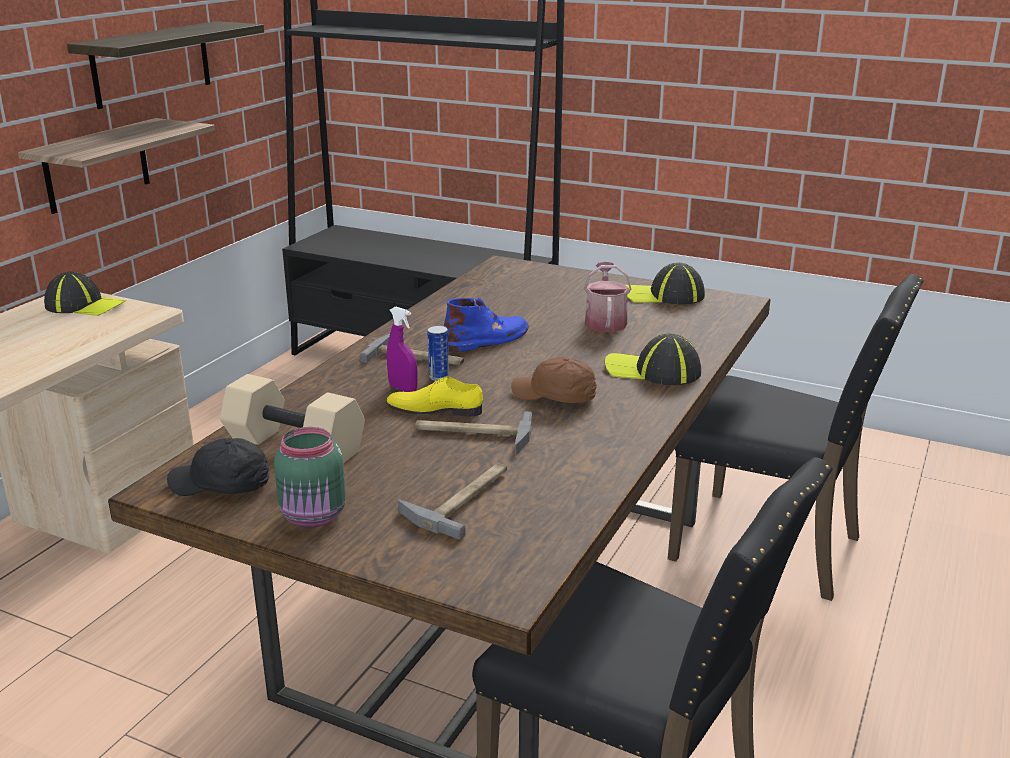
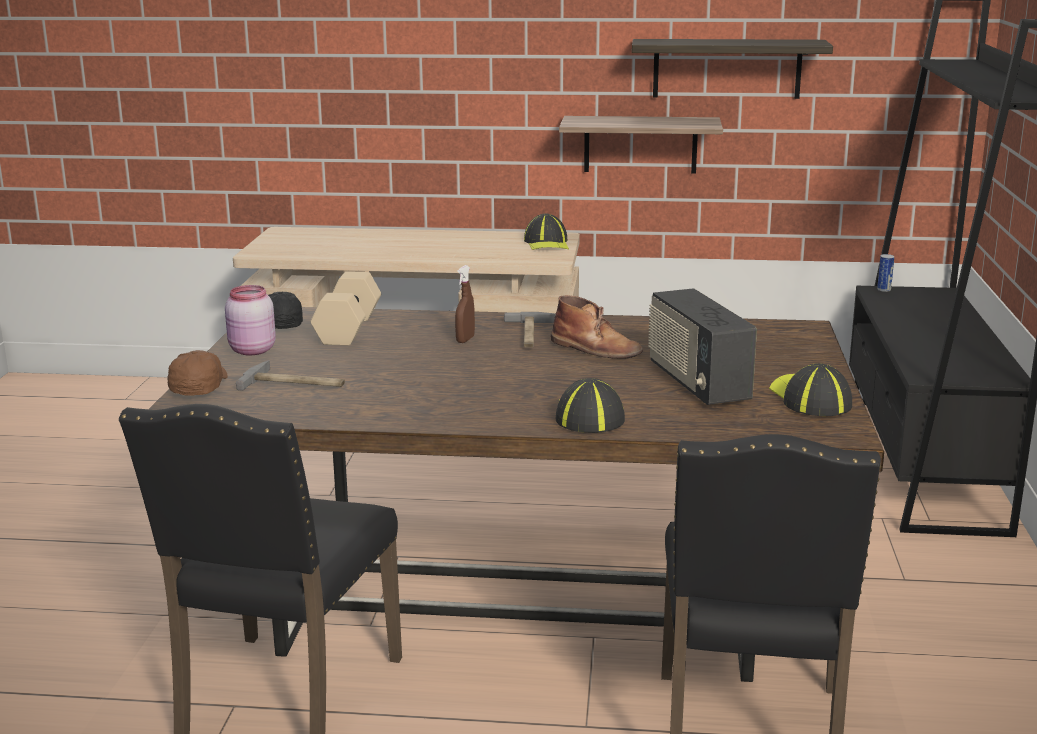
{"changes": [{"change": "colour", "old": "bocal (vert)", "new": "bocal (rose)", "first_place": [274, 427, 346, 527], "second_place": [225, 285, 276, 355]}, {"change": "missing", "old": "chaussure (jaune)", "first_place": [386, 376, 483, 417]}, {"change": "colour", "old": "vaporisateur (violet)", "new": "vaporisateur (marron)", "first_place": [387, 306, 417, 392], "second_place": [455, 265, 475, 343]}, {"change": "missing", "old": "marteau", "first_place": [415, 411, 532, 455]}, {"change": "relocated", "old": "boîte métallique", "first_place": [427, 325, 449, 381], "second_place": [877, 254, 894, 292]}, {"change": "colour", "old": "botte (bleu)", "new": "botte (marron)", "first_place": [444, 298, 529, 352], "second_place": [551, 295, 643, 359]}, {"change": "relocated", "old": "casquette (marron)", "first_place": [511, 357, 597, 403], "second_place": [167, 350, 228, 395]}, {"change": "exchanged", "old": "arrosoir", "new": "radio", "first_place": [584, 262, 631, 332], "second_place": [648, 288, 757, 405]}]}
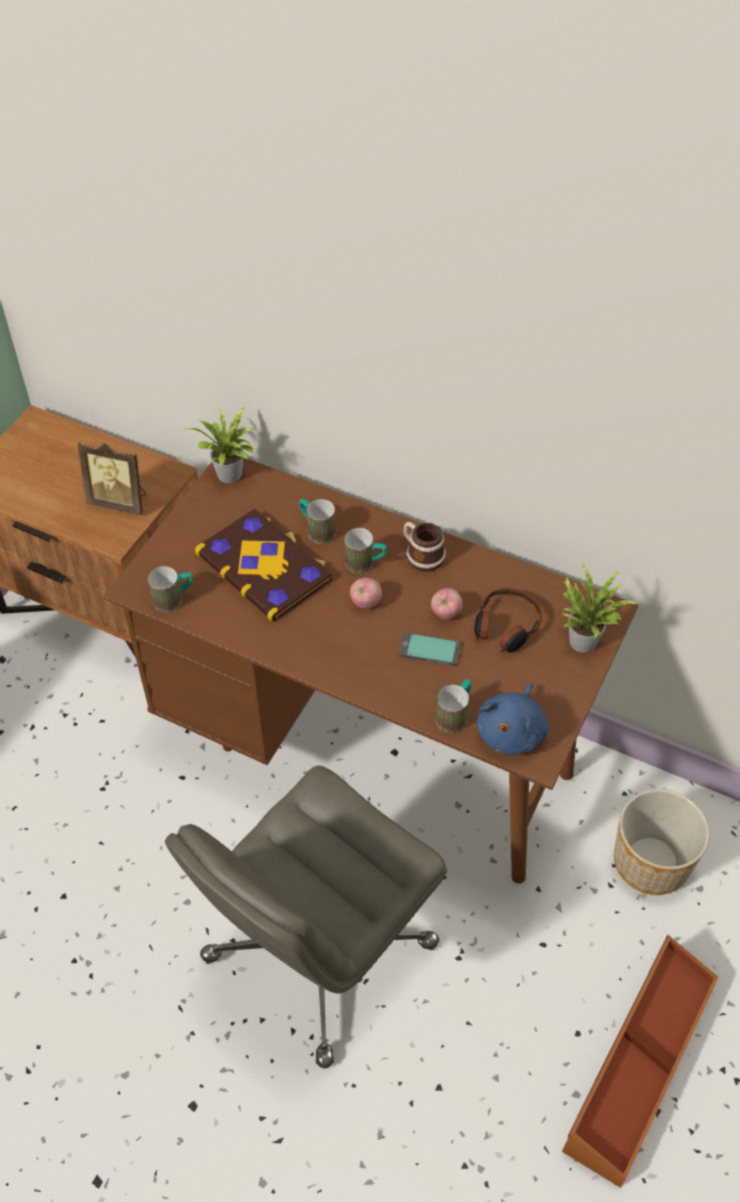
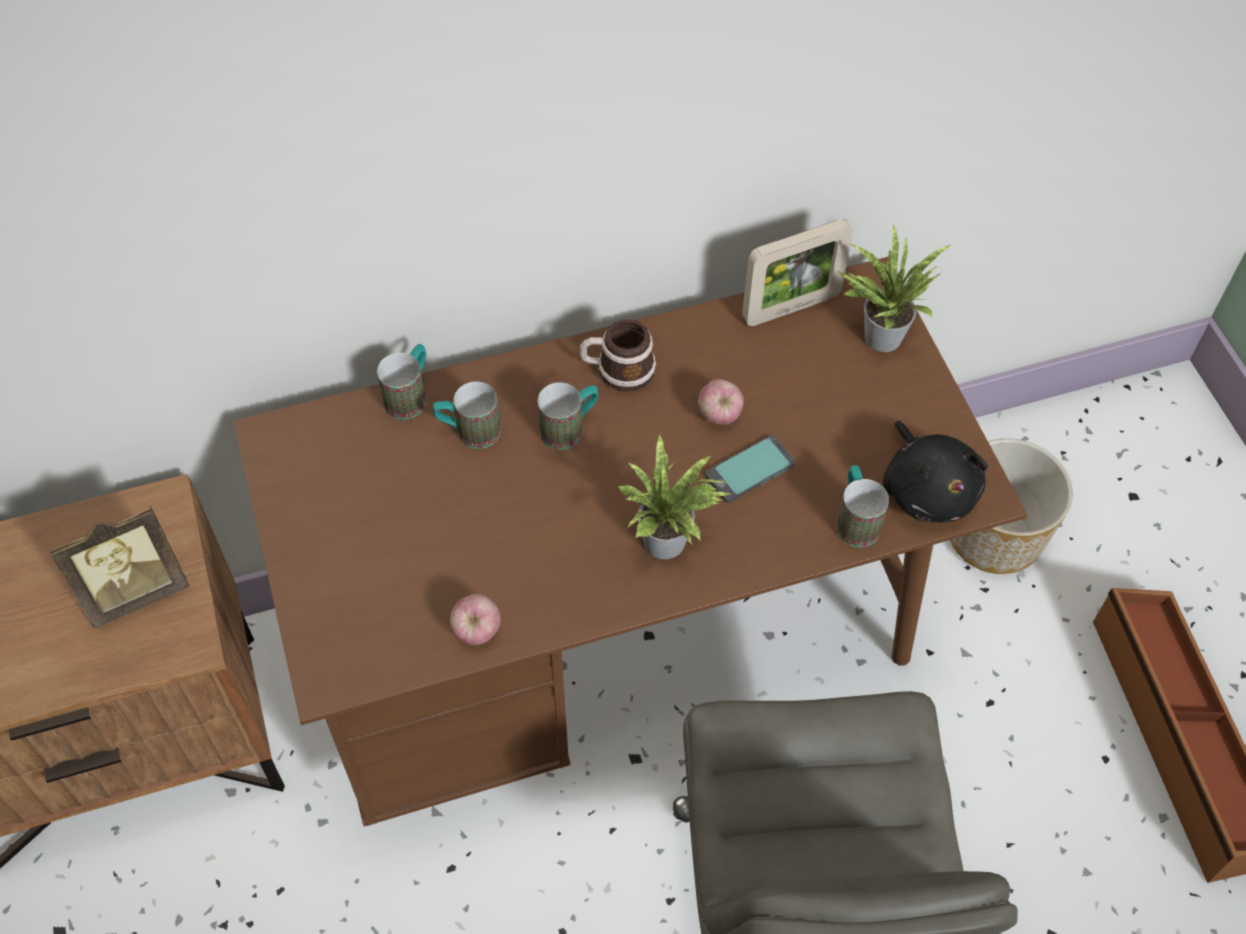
{"changes": [{"change": "relocated", "old": "mug", "first_place": [148, 566, 193, 612], "second_place": [377, 344, 426, 420]}, {"change": "relocated", "old": "plante en pot", "first_place": [185, 407, 255, 483], "second_place": [618, 434, 730, 559]}, {"change": "missing", "old": "livre", "first_place": [195, 508, 332, 622]}, {"change": "relocated", "old": "pomme", "first_place": [350, 577, 382, 608], "second_place": [450, 594, 501, 645]}, {"change": "missing", "old": "casque audio", "first_place": [474, 588, 542, 653]}, {"change": "colour", "old": "peluche (bleu)", "new": "peluche (noir)", "first_place": [476, 684, 549, 755], "second_place": [883, 421, 988, 522]}, {"change": "appeared", "new": "cadre photo", "second_place": [742, 219, 853, 326]}]}
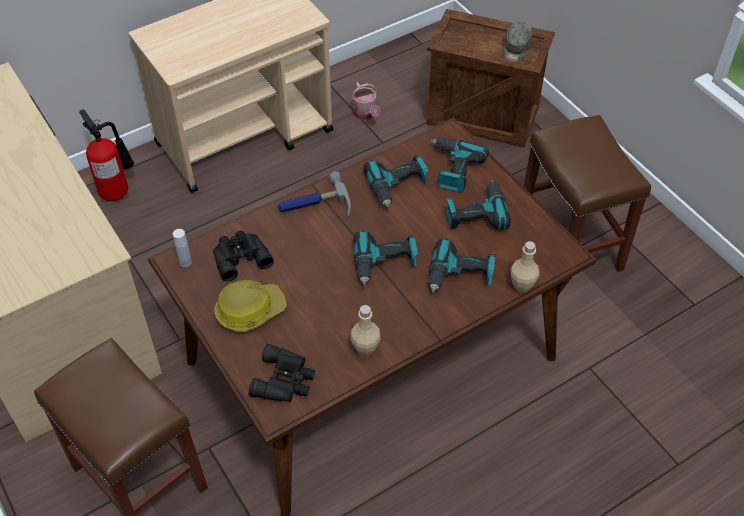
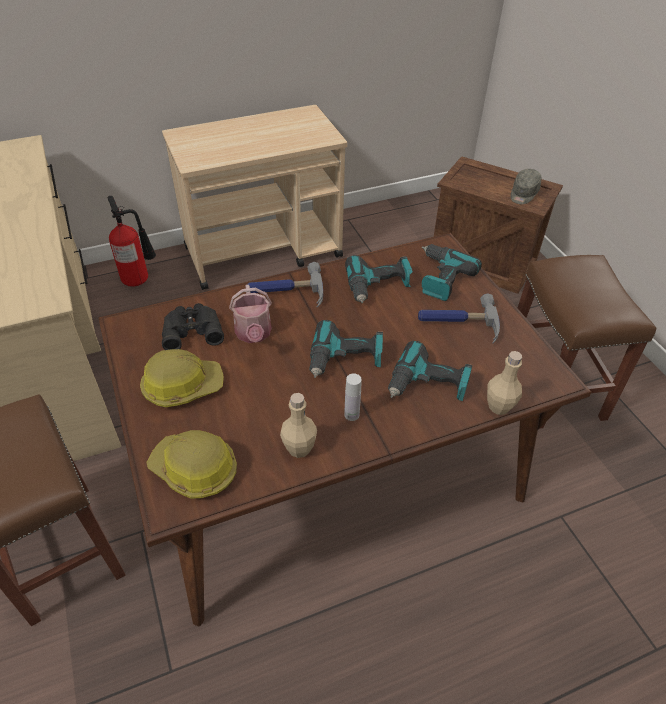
{"changes": [{"change": "relocated", "old": "bouteille (blanc)", "first_place": [173, 229, 192, 267], "second_place": [344, 373, 362, 421]}, {"change": "exchanged", "old": "jumelles (noir)", "new": "casque de chantier", "first_place": [249, 344, 315, 402], "second_place": [146, 430, 237, 499]}, {"change": "relocated", "old": "arrosoir", "first_place": [352, 82, 380, 120], "second_place": [229, 285, 272, 343]}, {"change": "exchanged", "old": "perceuse", "new": "marteau", "first_place": [445, 180, 511, 230], "second_place": [418, 293, 500, 343]}]}
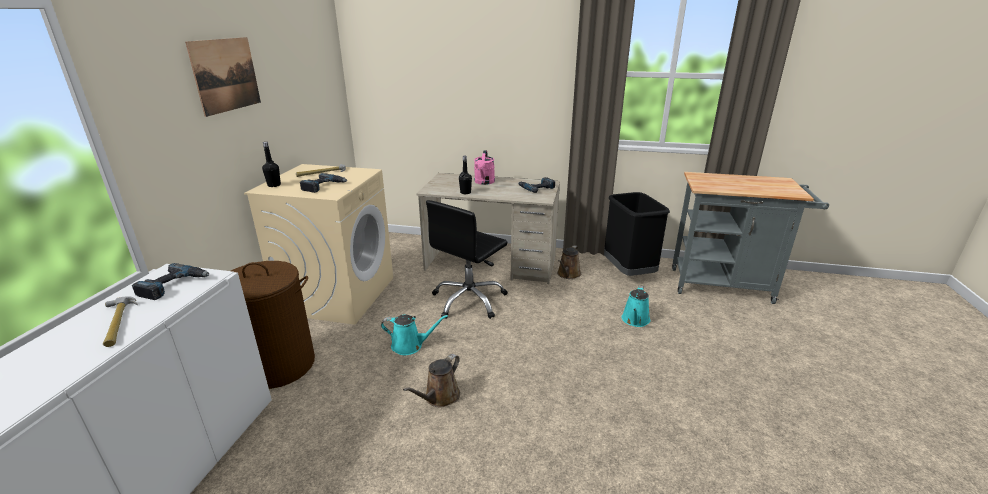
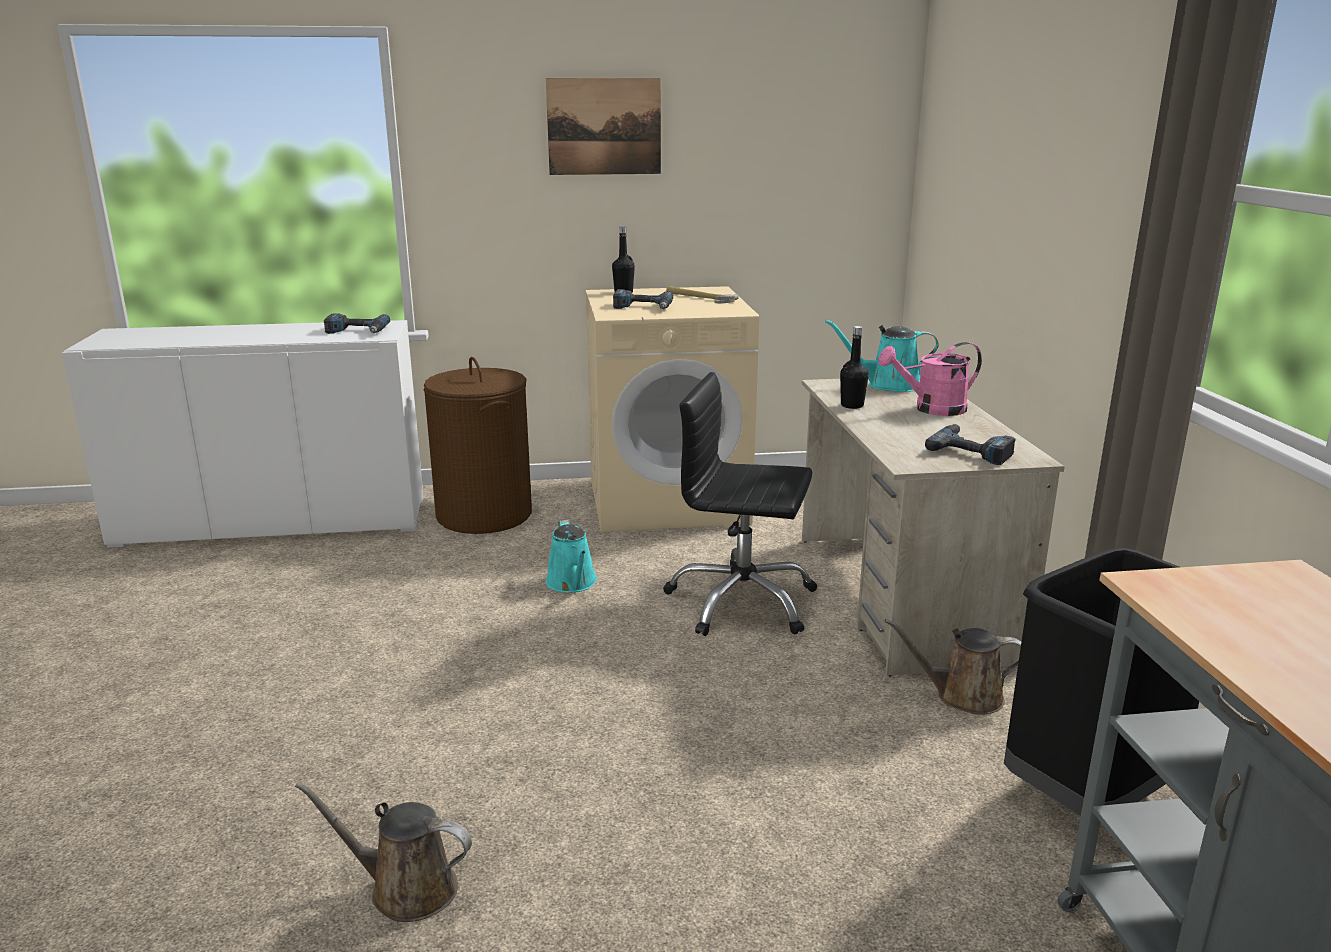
{"changes": [{"change": "missing", "old": "marteau", "first_place": [103, 296, 138, 347]}, {"change": "relocated", "old": "arrosoir (marron)", "first_place": [403, 354, 460, 408], "second_place": [295, 782, 472, 922]}, {"change": "relocated", "old": "arrosoir (turquoise)", "first_place": [622, 286, 651, 327], "second_place": [825, 320, 939, 392]}]}
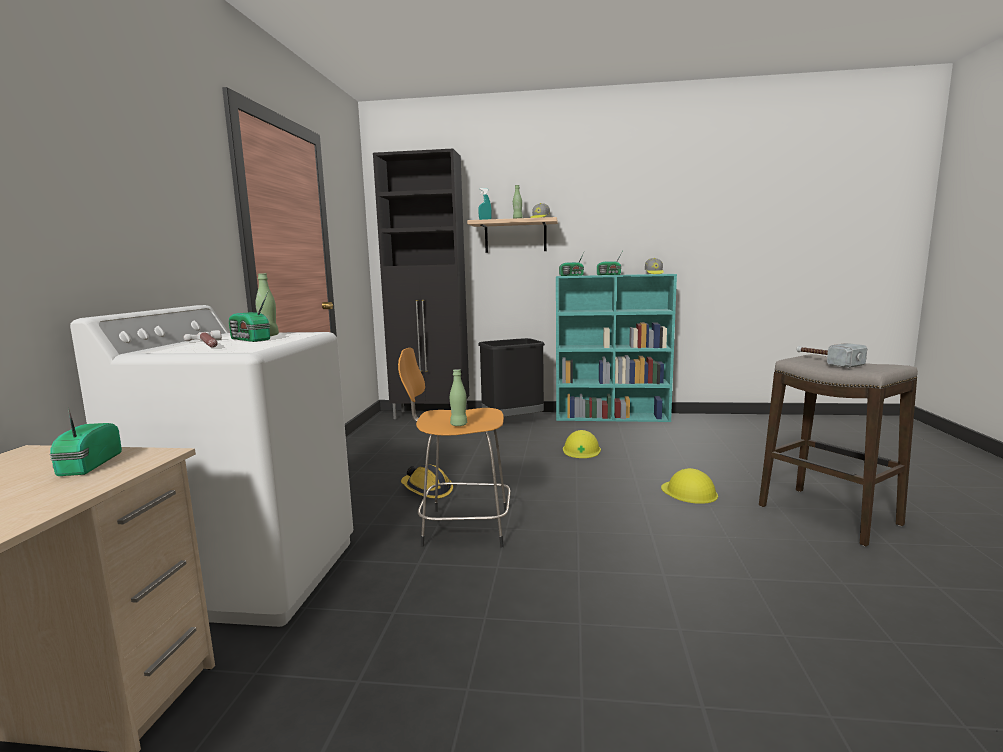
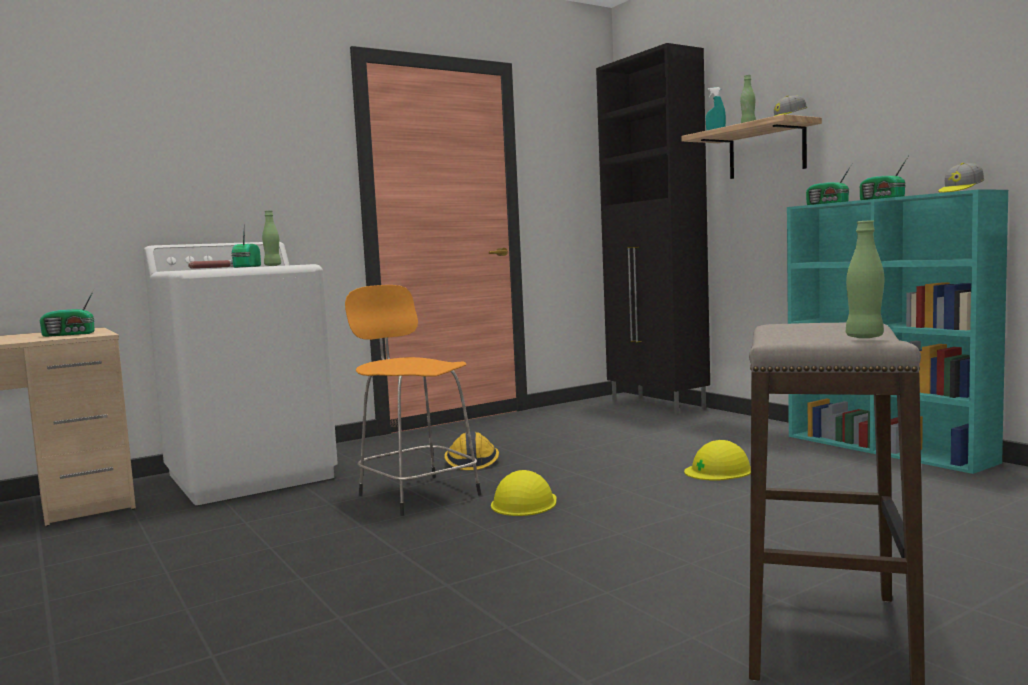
{"changes": [{"change": "spun", "old": "radio", "first_place": [49, 407, 122, 476], "second_place": [40, 289, 95, 337], "degrees": -150}, {"change": "relocated", "old": "bouteille (vert)", "first_place": [450, 369, 467, 426], "second_place": [846, 220, 884, 338]}, {"change": "missing", "old": "poubelle (noir)", "first_place": [478, 338, 545, 417]}, {"change": "relocated", "old": "casque de chantier (jaune)", "first_place": [661, 468, 718, 504], "second_place": [491, 470, 557, 516]}, {"change": "missing", "old": "marteau", "first_place": [796, 343, 867, 368]}]}
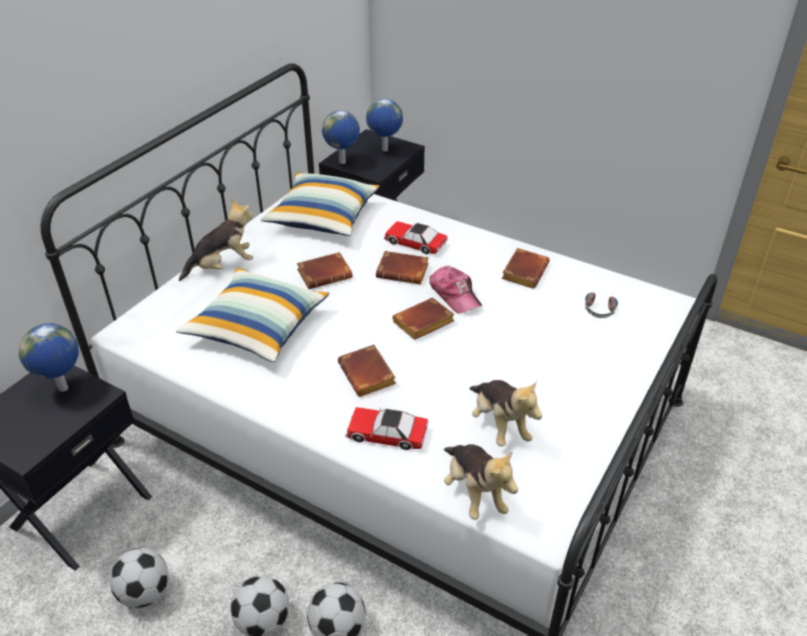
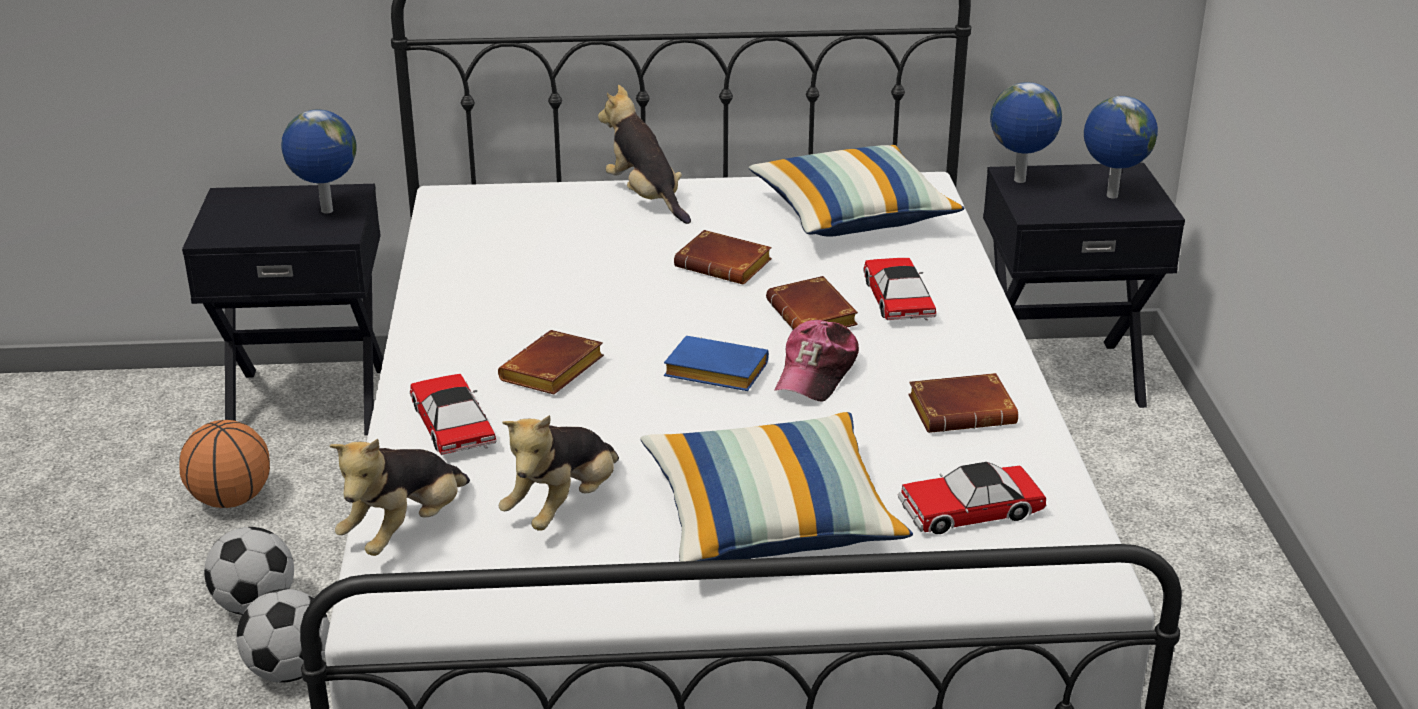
{"changes": [{"change": "exchanged", "old": "ballon de foot", "new": "ballon de basket", "first_place": [110, 548, 169, 608], "second_place": [179, 420, 270, 508]}, {"change": "relocated", "old": "coussin", "first_place": [176, 267, 329, 362], "second_place": [640, 412, 913, 562]}, {"change": "spun", "old": "peluche", "first_place": [179, 199, 253, 281], "second_place": [598, 85, 691, 224], "degrees": -150}, {"change": "colour", "old": "livre (marron)", "new": "livre (bleu)", "first_place": [393, 298, 455, 340], "second_place": [664, 336, 769, 391]}, {"change": "exchanged", "old": "casque audio", "new": "petite voiture", "first_place": [585, 292, 618, 318], "second_place": [898, 462, 1047, 534]}]}
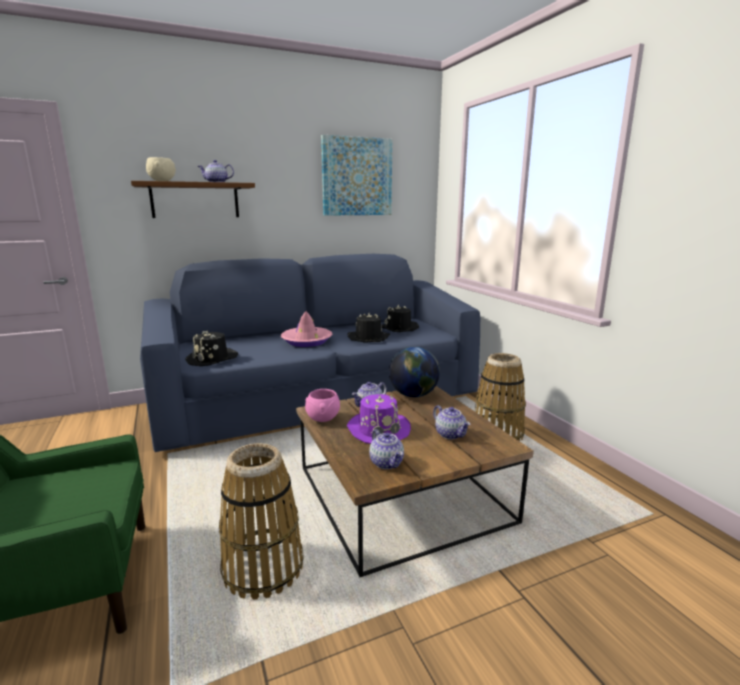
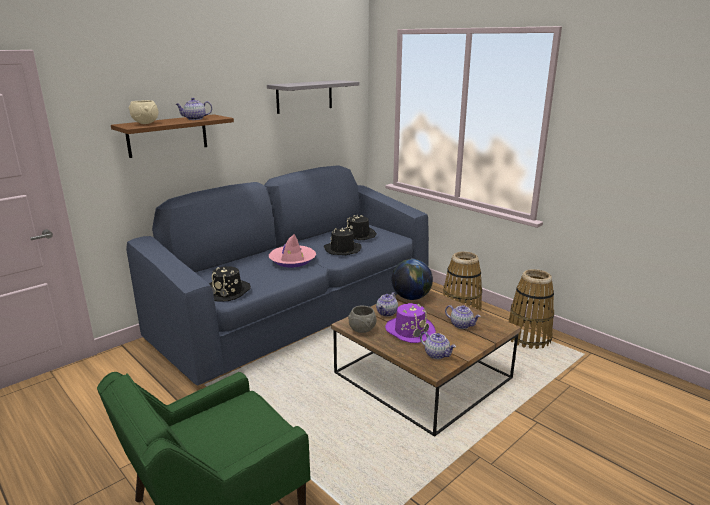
{"changes": [{"change": "relocated", "old": "panier", "first_place": [219, 443, 304, 600], "second_place": [509, 269, 554, 349]}, {"change": "colour", "old": "bol (rose)", "new": "bol (gris)", "first_place": [305, 389, 340, 422], "second_place": [348, 306, 377, 333]}, {"change": "exchanged", "old": "tableau", "new": "étagère (gris)", "first_place": [321, 135, 392, 216], "second_place": [267, 80, 360, 114]}]}
